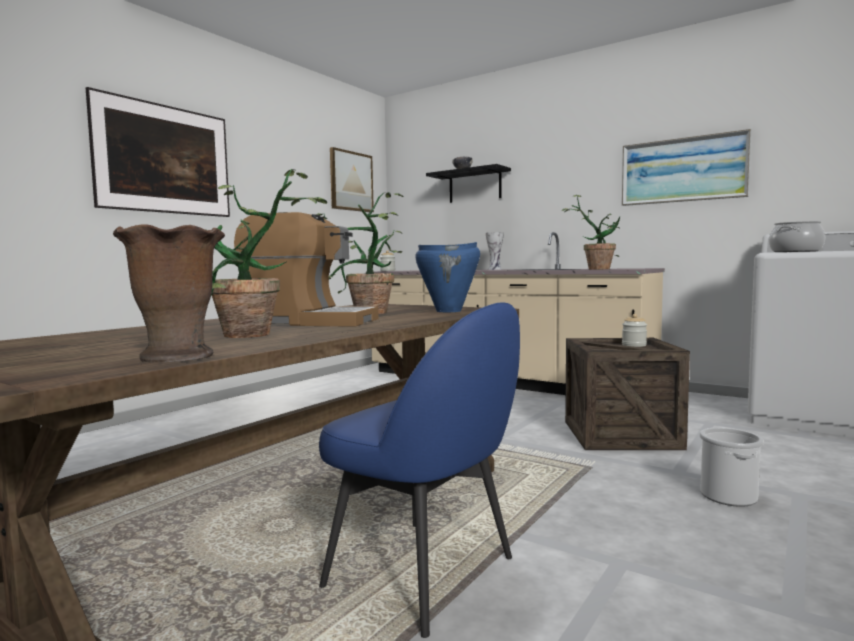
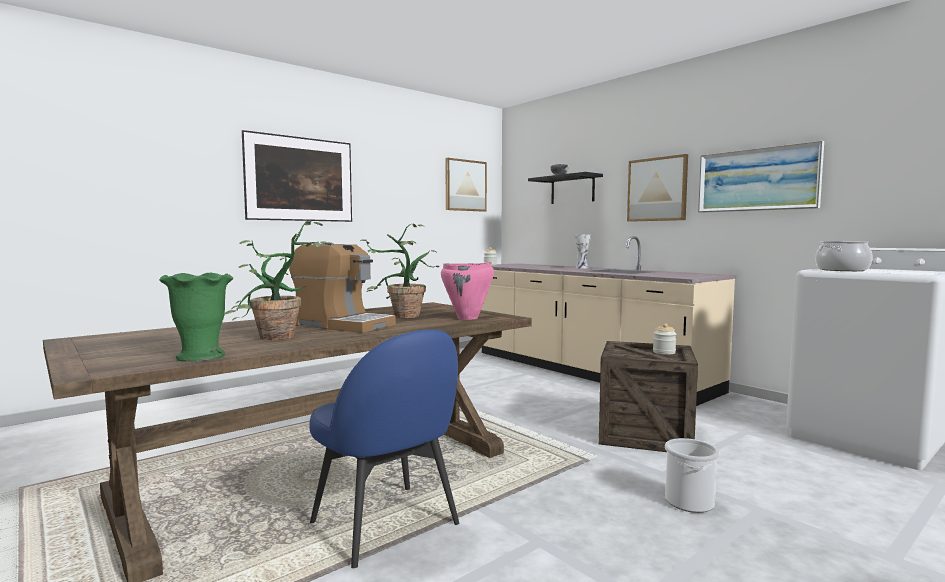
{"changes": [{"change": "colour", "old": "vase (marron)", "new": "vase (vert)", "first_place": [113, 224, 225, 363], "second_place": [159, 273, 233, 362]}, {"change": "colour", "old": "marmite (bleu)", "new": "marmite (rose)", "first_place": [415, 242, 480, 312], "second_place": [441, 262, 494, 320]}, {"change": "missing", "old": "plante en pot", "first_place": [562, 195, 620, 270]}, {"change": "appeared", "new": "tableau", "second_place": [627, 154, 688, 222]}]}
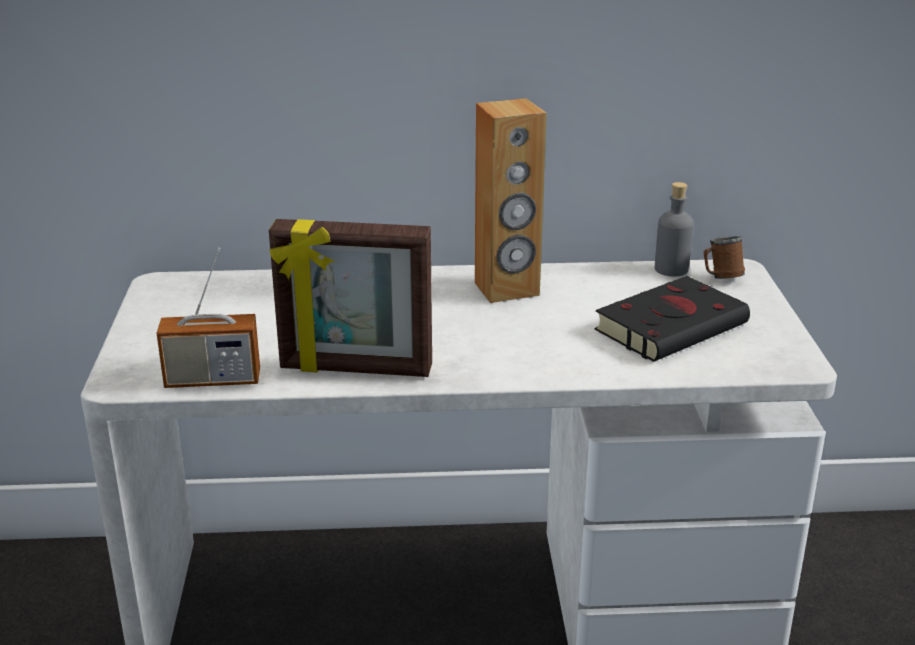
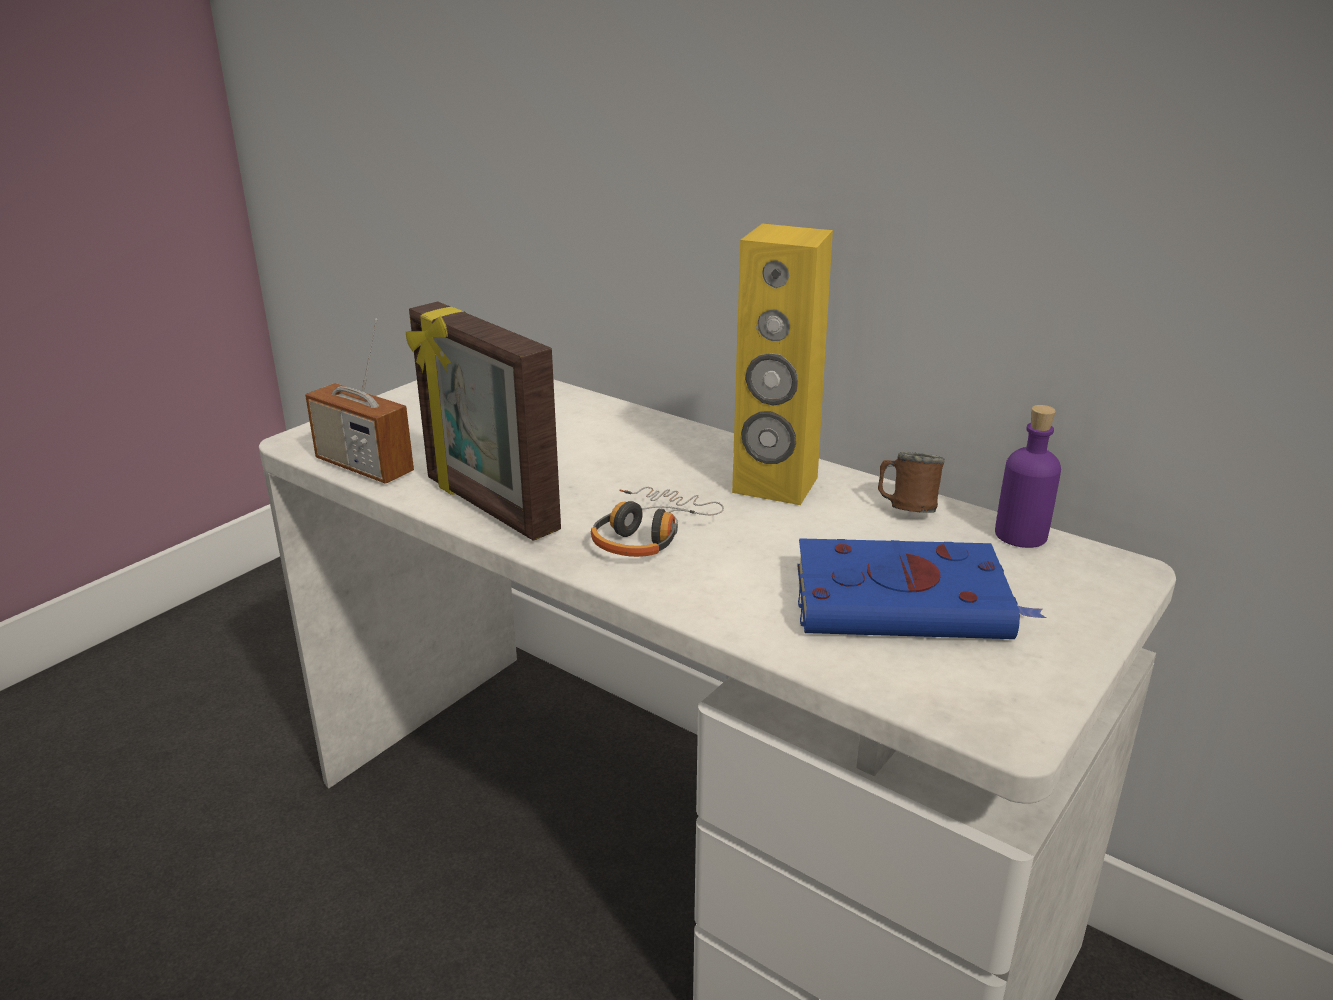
{"changes": [{"change": "colour", "old": "enceinte (marron)", "new": "enceinte (jaune)", "first_place": [475, 98, 547, 303], "second_place": [732, 224, 833, 505]}, {"change": "colour", "old": "livre (noir)", "new": "livre (bleu)", "first_place": [595, 276, 750, 362], "second_place": [797, 538, 1046, 639]}, {"change": "colour", "old": "bouteille (gris)", "new": "bouteille (violet)", "first_place": [655, 182, 693, 277], "second_place": [995, 405, 1061, 548]}, {"change": "relocated", "old": "mug (marron)", "first_place": [703, 236, 745, 279], "second_place": [878, 452, 945, 513]}, {"change": "appeared", "new": "casque audio", "second_place": [591, 487, 724, 557]}]}
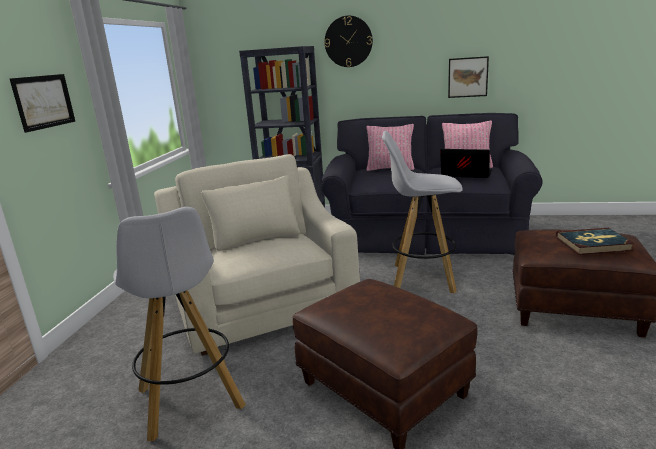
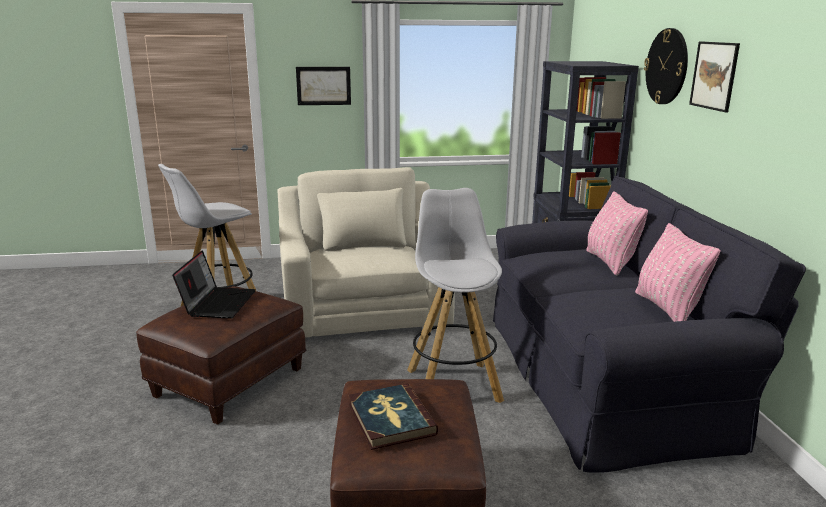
{"changes": [{"change": "spun", "old": "fauteuil (beige)", "first_place": [154, 154, 360, 356], "second_place": [278, 167, 455, 338], "degrees": -60}, {"change": "relocated", "old": "ordinateur portable", "first_place": [440, 149, 492, 178], "second_place": [172, 250, 256, 319]}, {"change": "relocated", "old": "tableau", "first_place": [448, 56, 489, 98], "second_place": [689, 41, 740, 112]}]}
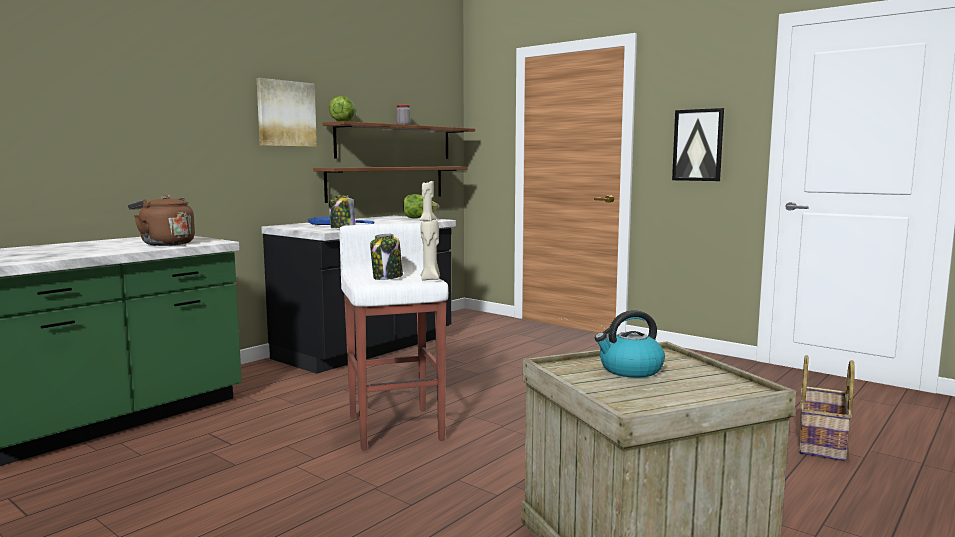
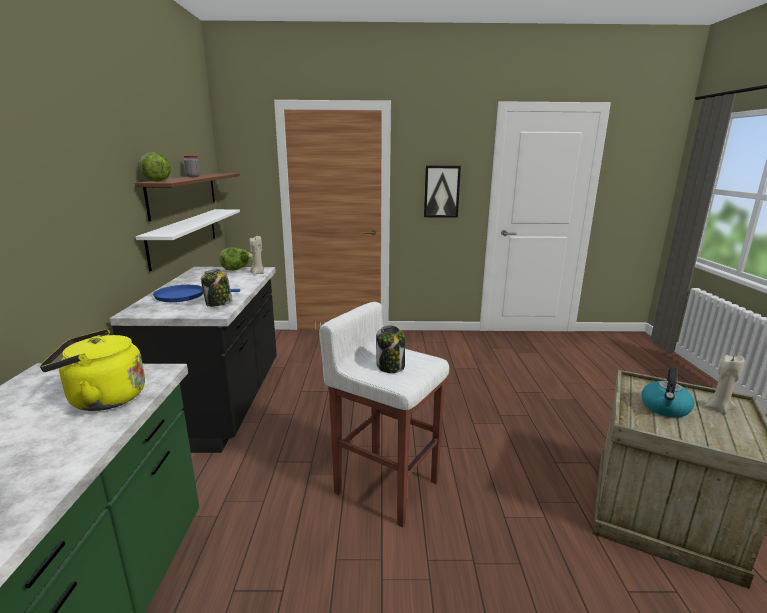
{"changes": [{"change": "colour", "old": "bouilloire (marron)", "new": "bouilloire (jaune)", "first_place": [128, 195, 195, 246], "second_place": [40, 329, 145, 411]}, {"change": "missing", "old": "tableau", "first_place": [257, 78, 317, 147]}, {"change": "colour", "old": "étagère (marron)", "new": "étagère (blanc)", "first_place": [313, 167, 468, 203], "second_place": [136, 209, 240, 272]}, {"change": "relocated", "old": "bougie (beige)", "first_place": [420, 220, 440, 281], "second_place": [705, 355, 745, 414]}, {"change": "missing", "old": "panier", "first_place": [799, 355, 855, 461]}]}
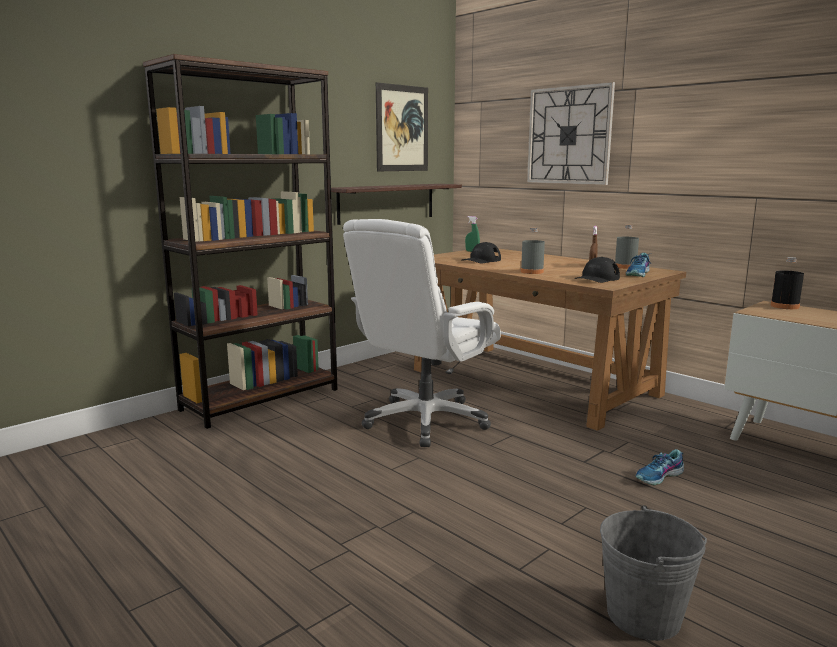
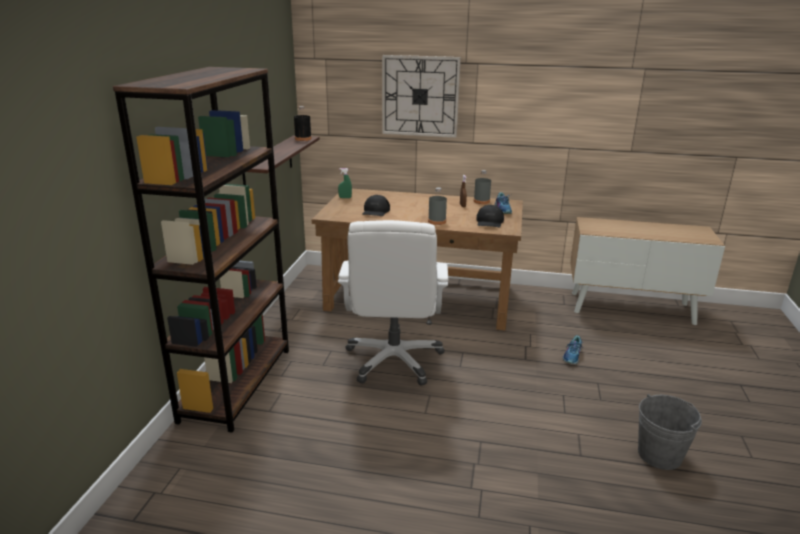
{"changes": [{"change": "missing", "old": "tableau", "first_place": [376, 82, 428, 171]}, {"change": "relocated", "old": "bouteille (noir)", "first_place": [771, 257, 804, 309], "second_place": [294, 106, 312, 141]}]}
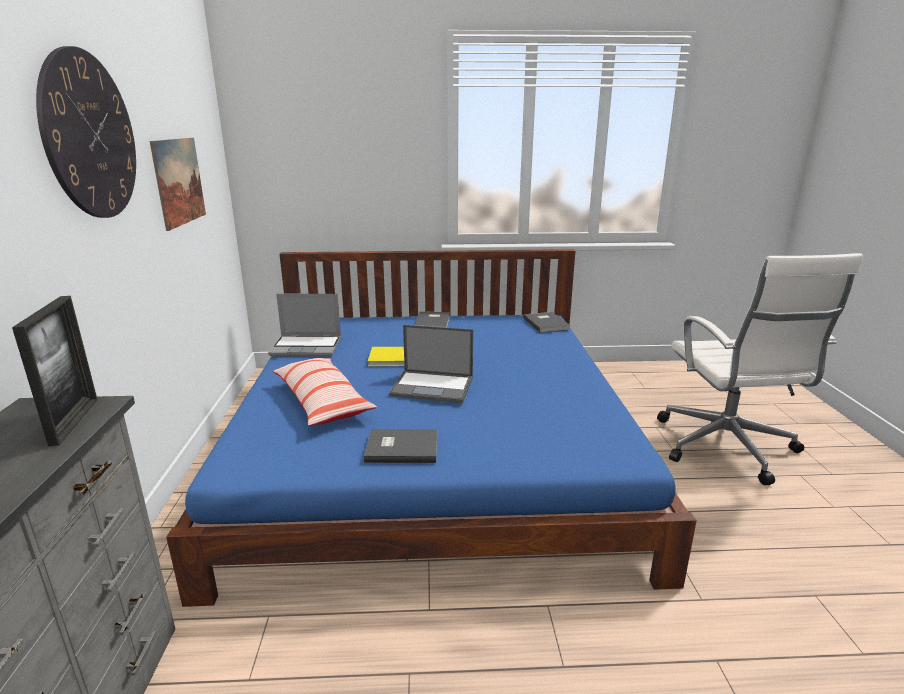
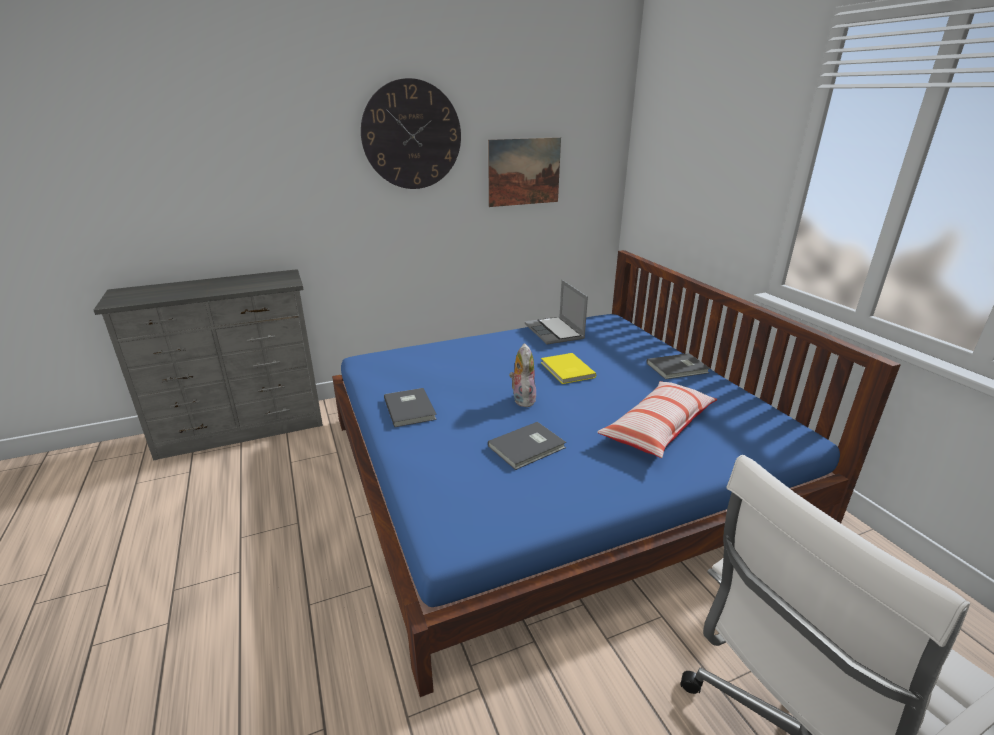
{"changes": [{"change": "missing", "old": "cadre photo", "first_place": [12, 296, 98, 446]}, {"change": "relocated", "old": "coussin", "first_place": [273, 358, 377, 426], "second_place": [597, 381, 718, 458]}, {"change": "exchanged", "old": "ordinateur portable", "new": "peluche", "first_place": [389, 325, 473, 403], "second_place": [509, 343, 536, 407]}, {"change": "relocated", "old": "livre (gris)", "first_place": [523, 312, 570, 333], "second_place": [488, 422, 566, 470]}]}
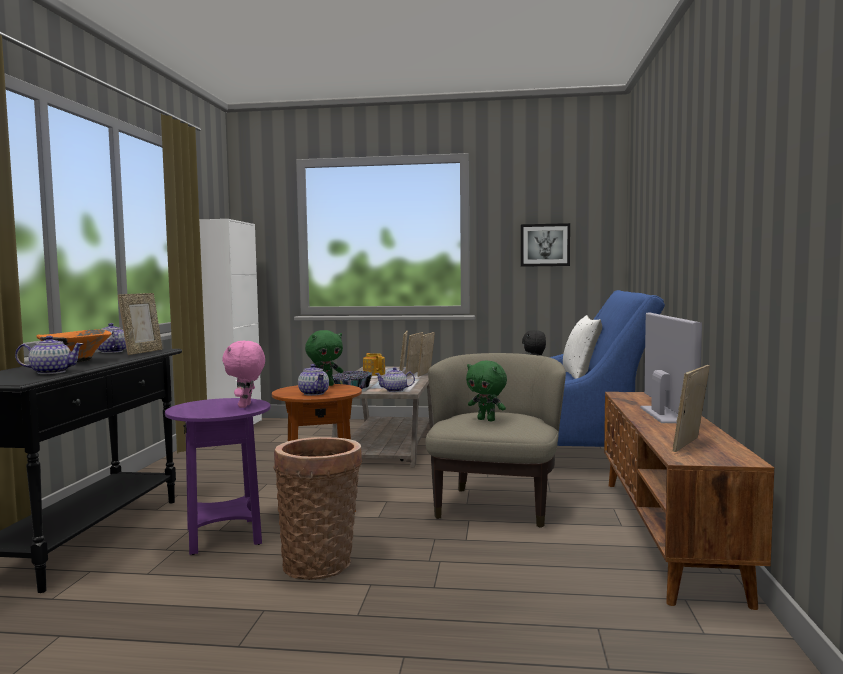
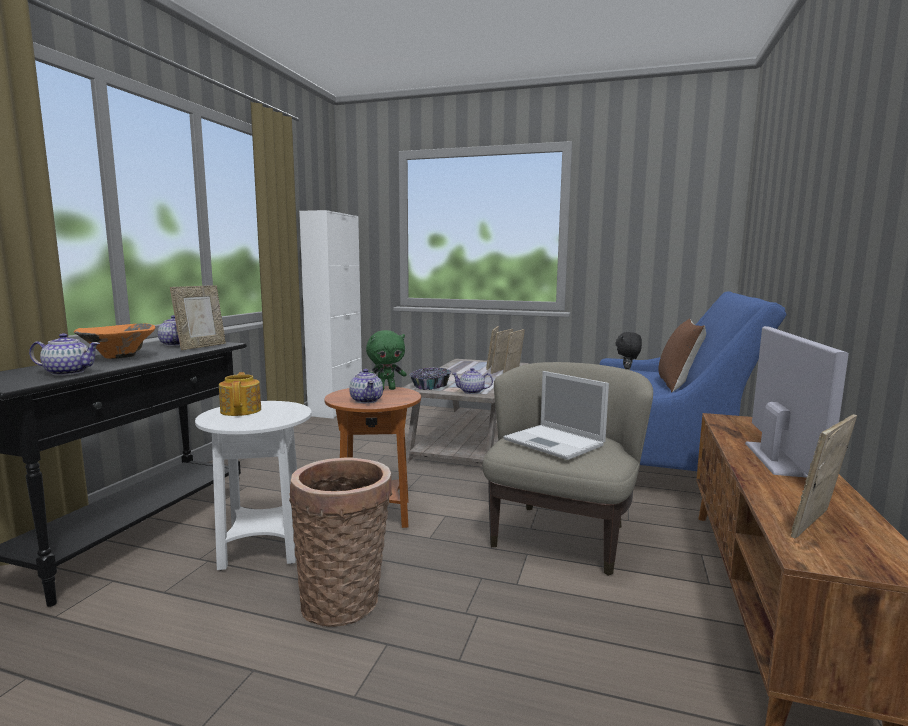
{"changes": [{"change": "colour", "old": "table d'appoint (violet)", "new": "table d'appoint (blanc)", "first_place": [165, 398, 270, 555], "second_place": [195, 401, 311, 570]}, {"change": "missing", "old": "peluche (rose)", "first_place": [222, 341, 265, 408]}, {"change": "relocated", "old": "théière", "first_place": [363, 353, 385, 376], "second_place": [219, 372, 261, 416]}, {"change": "exchanged", "old": "peluche (vert)", "new": "ordinateur portable", "first_place": [466, 361, 507, 421], "second_place": [504, 371, 609, 460]}, {"change": "missing", "old": "tableau", "first_place": [521, 223, 570, 267]}, {"change": "colour", "old": "coussin (blanc)", "new": "coussin (marron)", "first_place": [563, 315, 602, 379], "second_place": [659, 319, 706, 392]}]}
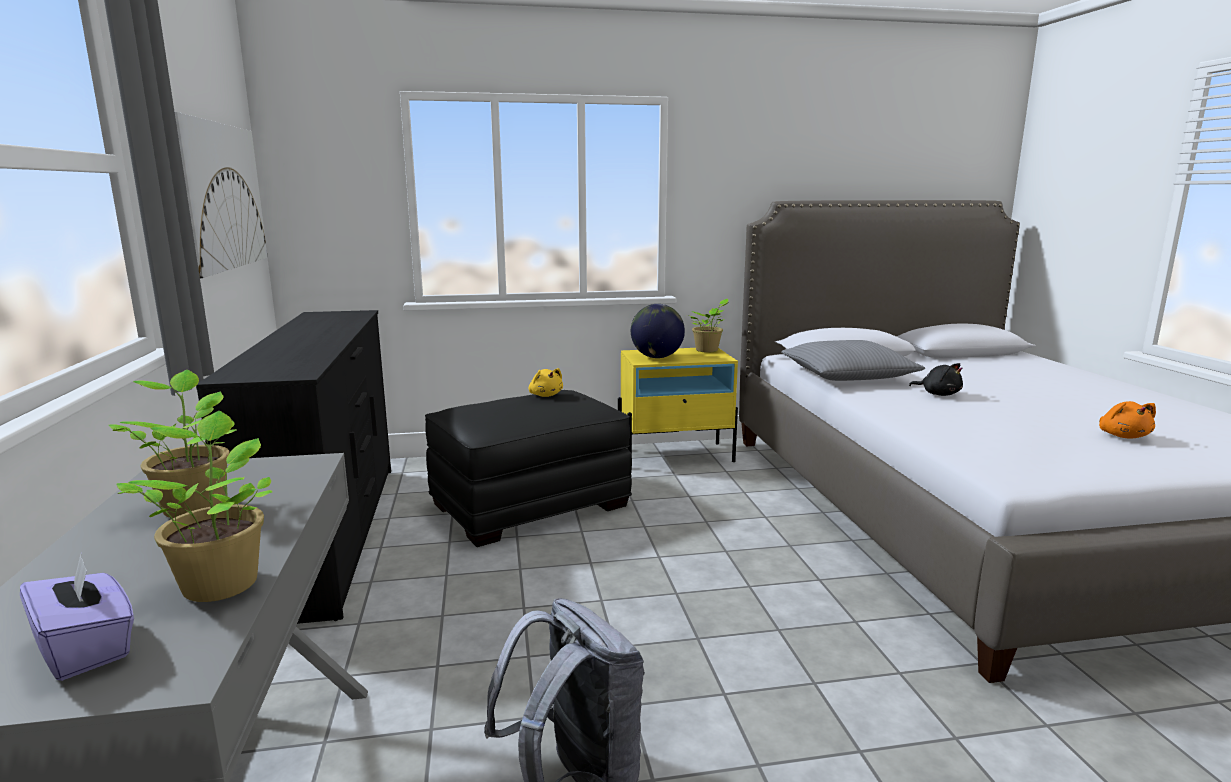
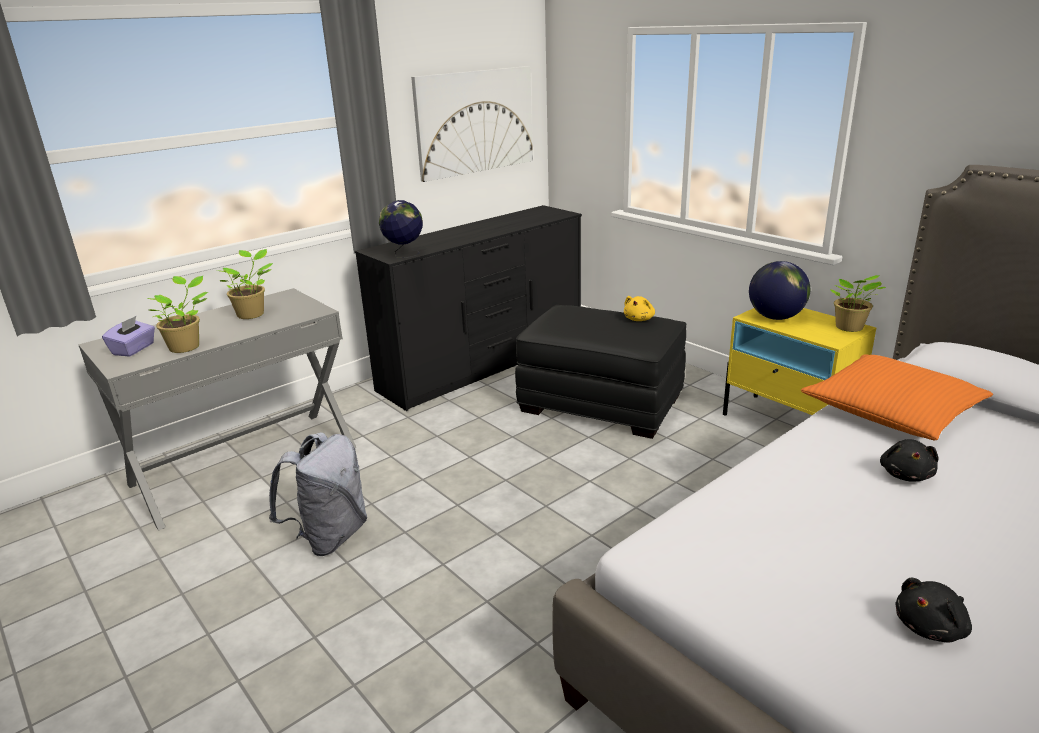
{"changes": [{"change": "colour", "old": "coussin (gris)", "new": "coussin (orange)", "first_place": [781, 340, 925, 381], "second_place": [801, 354, 993, 440]}, {"change": "colour", "old": "peluche (orange)", "new": "peluche (noir)", "first_place": [1099, 401, 1156, 438], "second_place": [895, 578, 972, 642]}, {"change": "appeared", "new": "globe", "second_place": [379, 200, 423, 258]}]}
